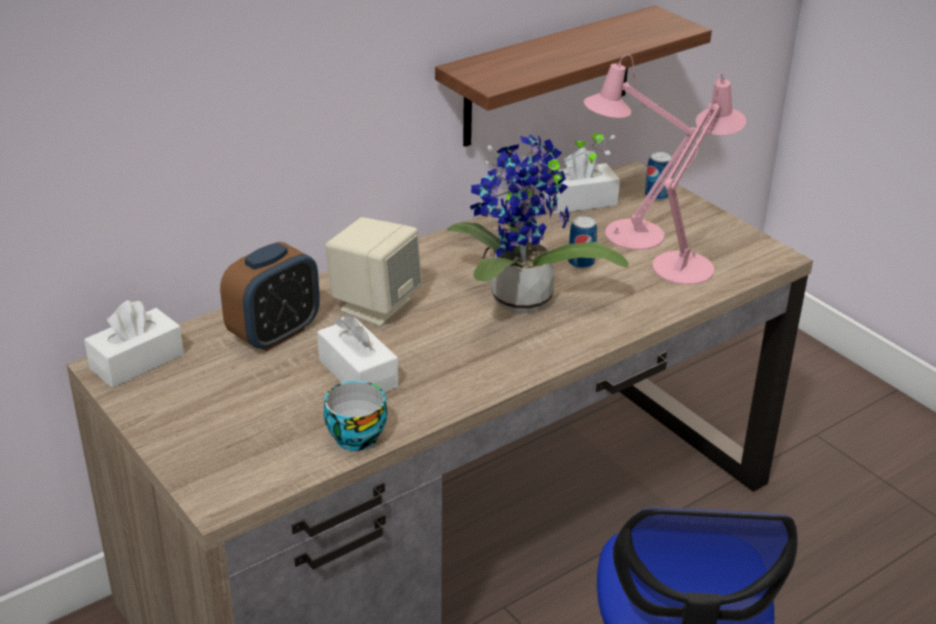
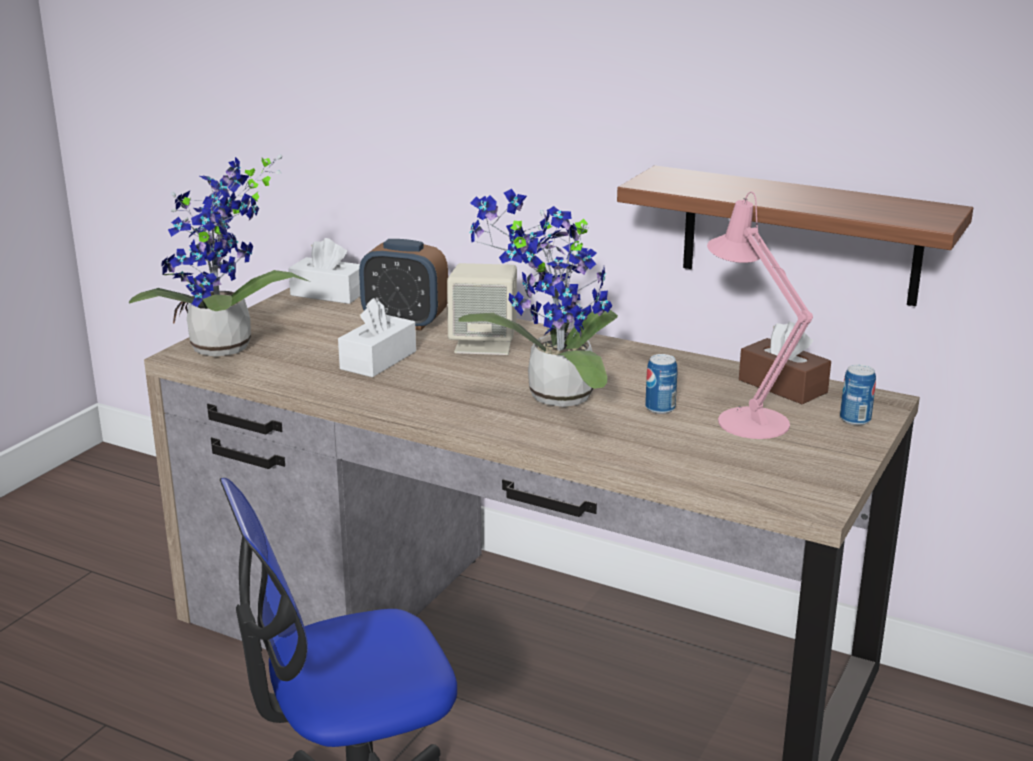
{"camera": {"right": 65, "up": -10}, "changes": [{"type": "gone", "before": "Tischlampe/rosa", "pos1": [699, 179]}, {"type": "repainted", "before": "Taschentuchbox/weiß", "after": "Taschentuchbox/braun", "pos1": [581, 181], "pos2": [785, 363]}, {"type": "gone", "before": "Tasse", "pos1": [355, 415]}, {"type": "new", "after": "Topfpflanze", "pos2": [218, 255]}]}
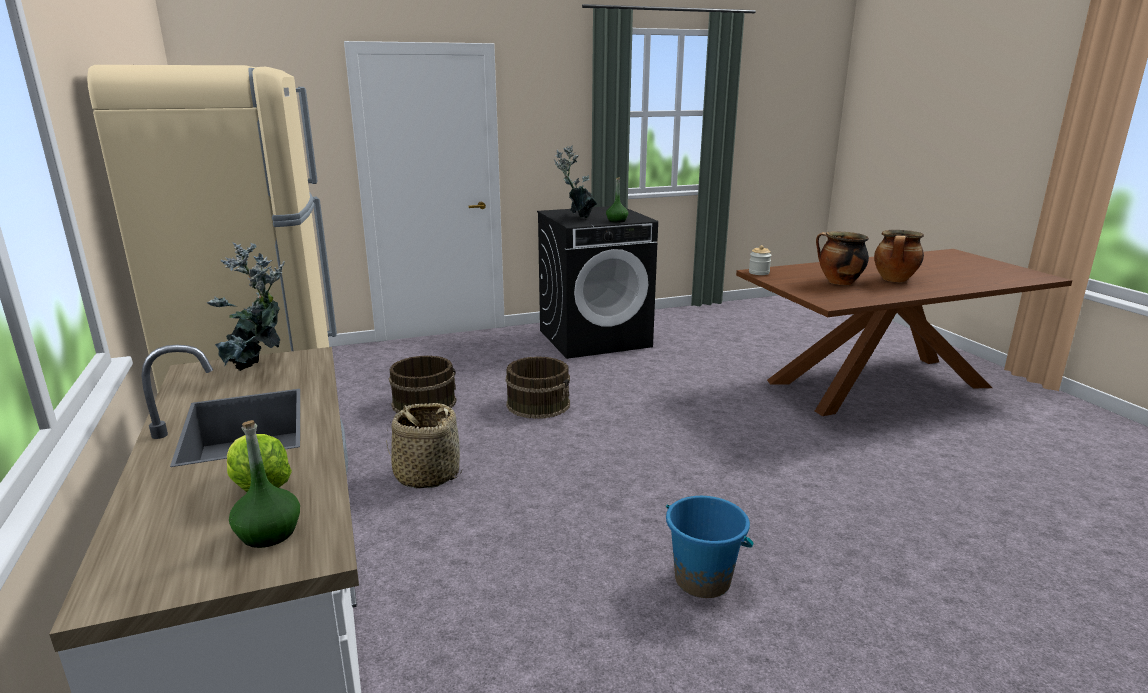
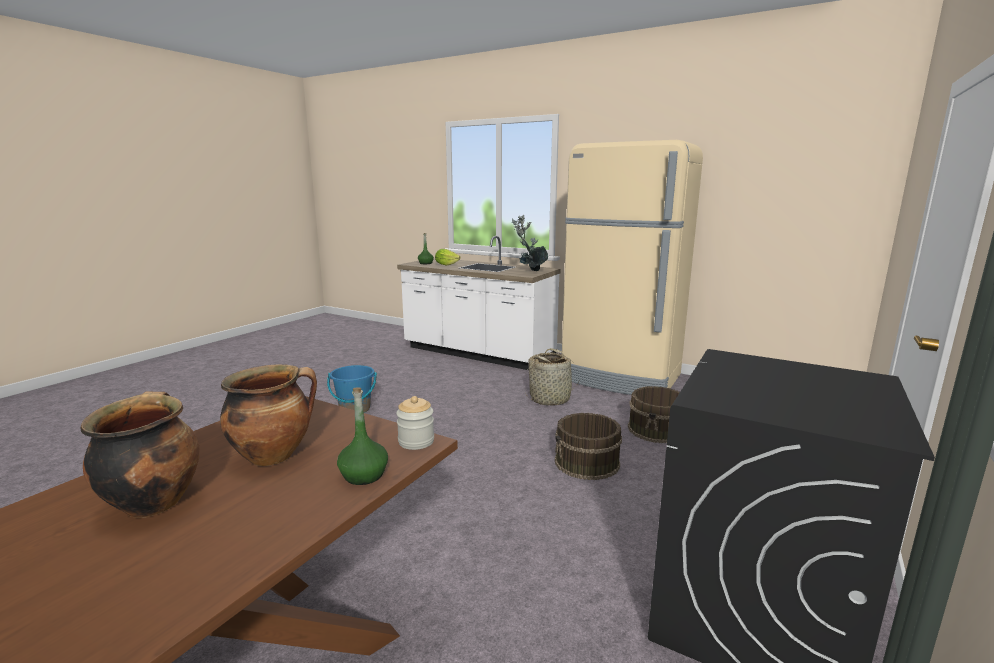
{"camera": {"right": 140, "up": -5}, "changes": [{"type": "gone", "before": "Topfpflanze", "pos1": [576, 181]}, {"type": "shifted", "before": "Flasche/grün", "pos1": [617, 200], "pos2": [362, 436]}]}
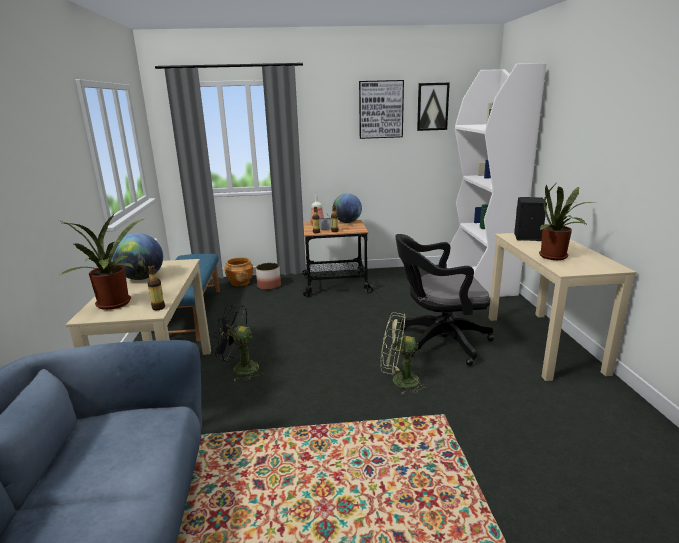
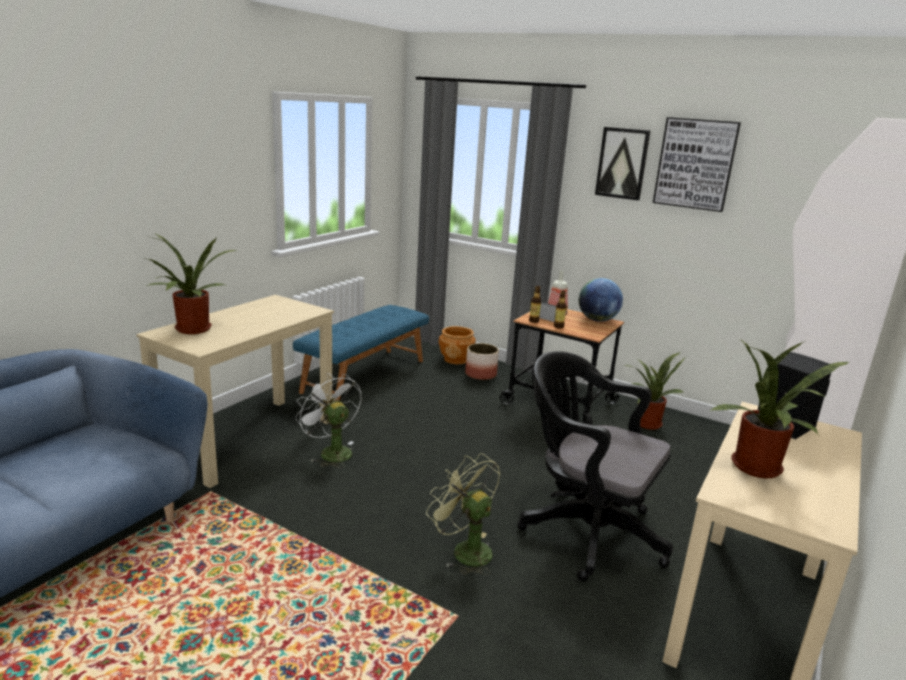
{"camera": {"right": 35, "up": 0}, "changes": [{"type": "shifted", "before": "Bild", "pos1": [433, 107], "pos2": [622, 163]}, {"type": "gone", "before": "Globus", "pos1": [137, 256]}, {"type": "gone", "before": "Flasche", "pos1": [156, 287]}, {"type": "repainted", "before": "Ventilator/schwarz", "after": "Ventilator/weiß", "pos1": [237, 342], "pos2": [328, 420]}, {"type": "new", "after": "Topfpflanze", "pos2": [655, 391]}]}
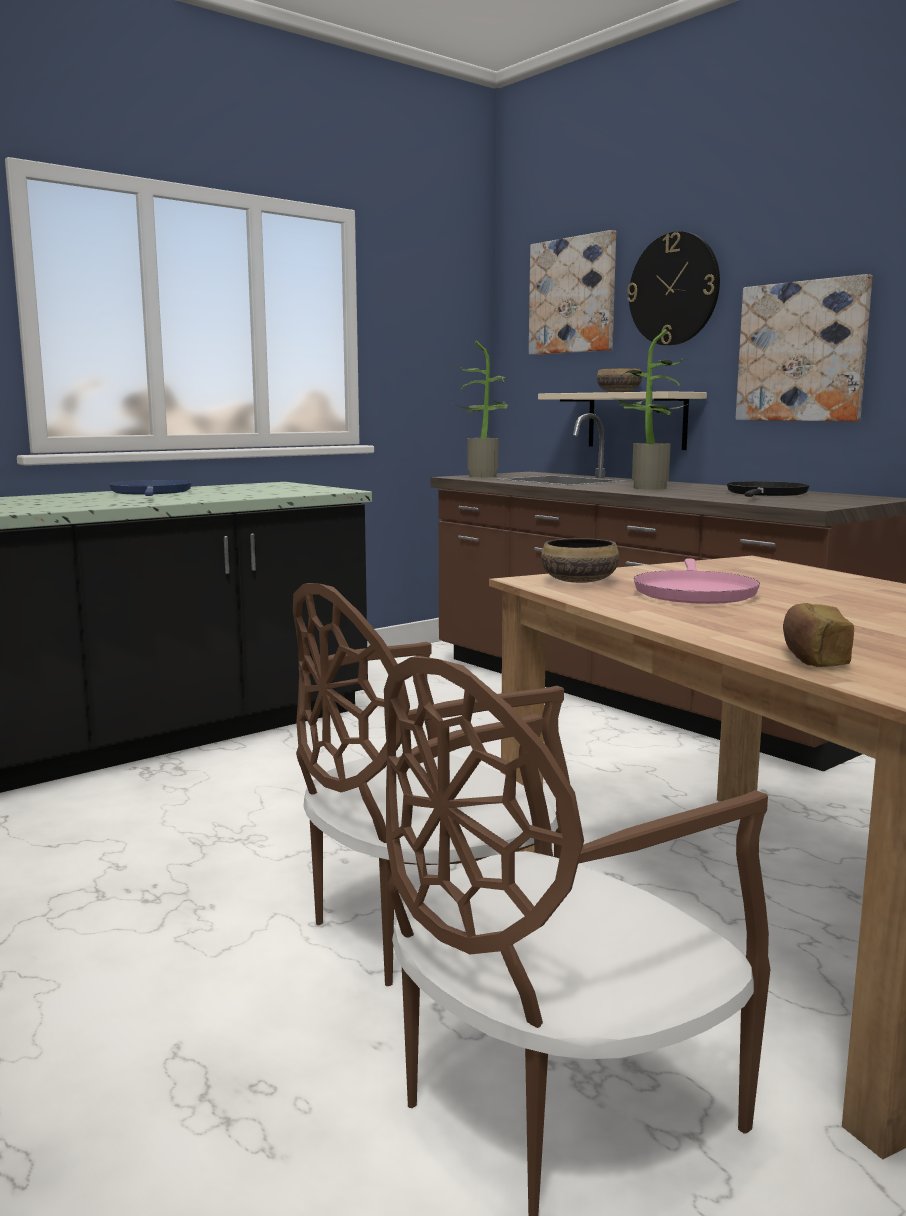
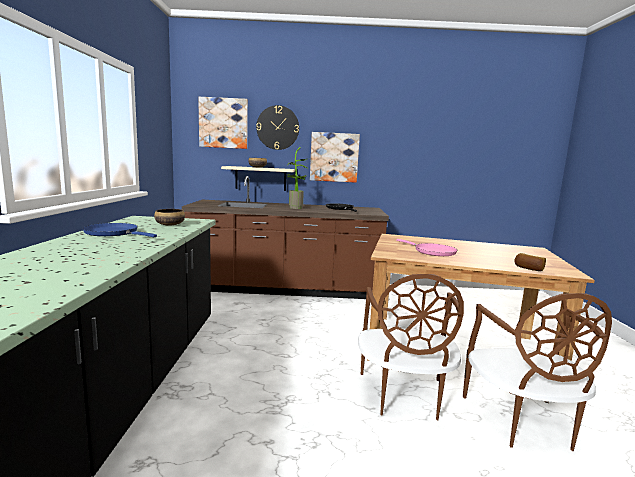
{"camera": {"right": -50, "up": 0}, "changes": [{"type": "gone", "before": "Topfpflanze", "pos1": [479, 409]}, {"type": "shifted", "before": "Schüssel", "pos1": [580, 560], "pos2": [169, 217]}]}
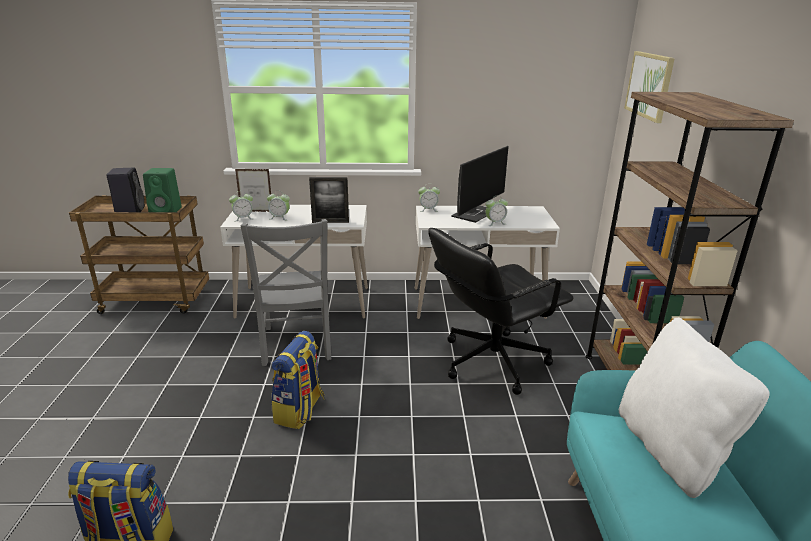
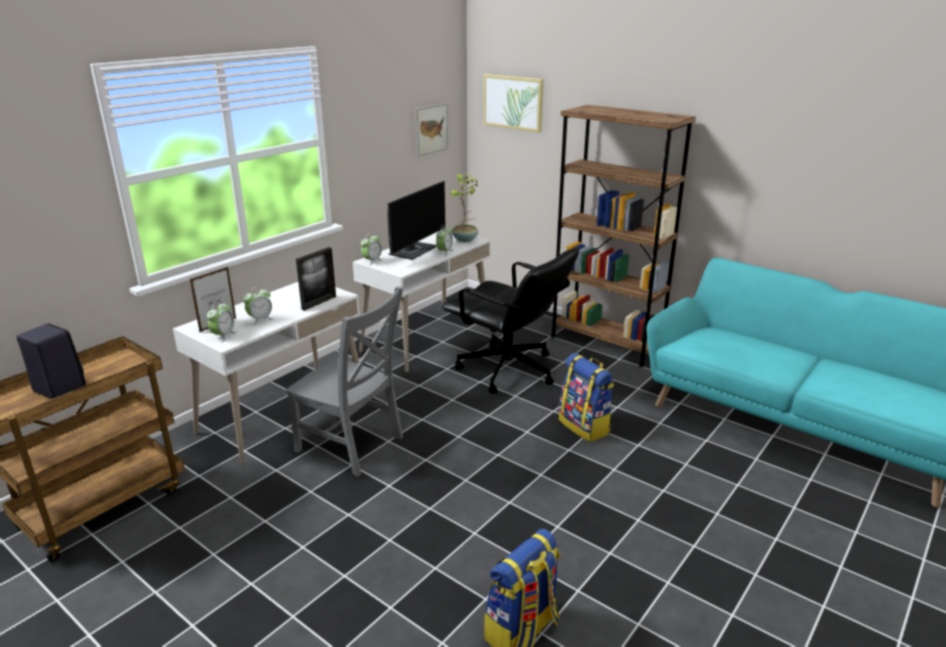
{"camera": {"right": -50, "up": 0}, "changes": [{"type": "rotated", "before": "Monitor", "pos1": [480, 184], "pos2": [416, 220], "turn": 45}, {"type": "gone", "before": "Lautsprecher/grün", "pos1": [162, 190]}, {"type": "rotated", "before": "Bürostuhl/schwarz", "pos1": [501, 311], "pos2": [510, 321], "turn": -60}, {"type": "gone", "before": "Kissen/weiß", "pos1": [694, 407]}, {"type": "shifted", "before": "Rucksack", "pos1": [298, 380], "pos2": [586, 397]}, {"type": "new", "after": "Bild", "pos2": [431, 129]}, {"type": "new", "after": "Topfpflanze", "pos2": [465, 208]}]}
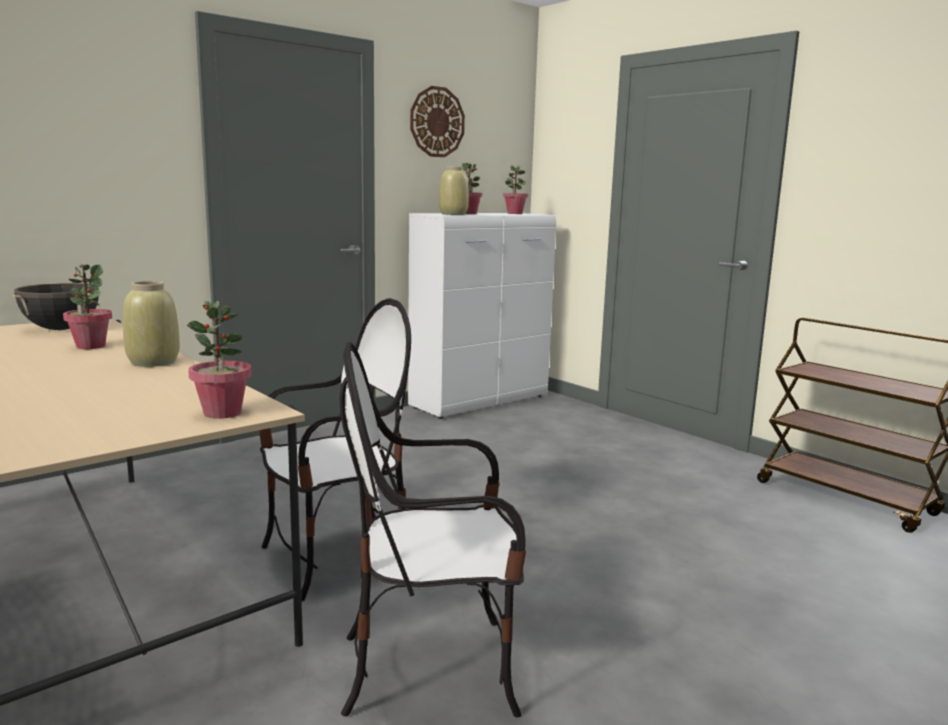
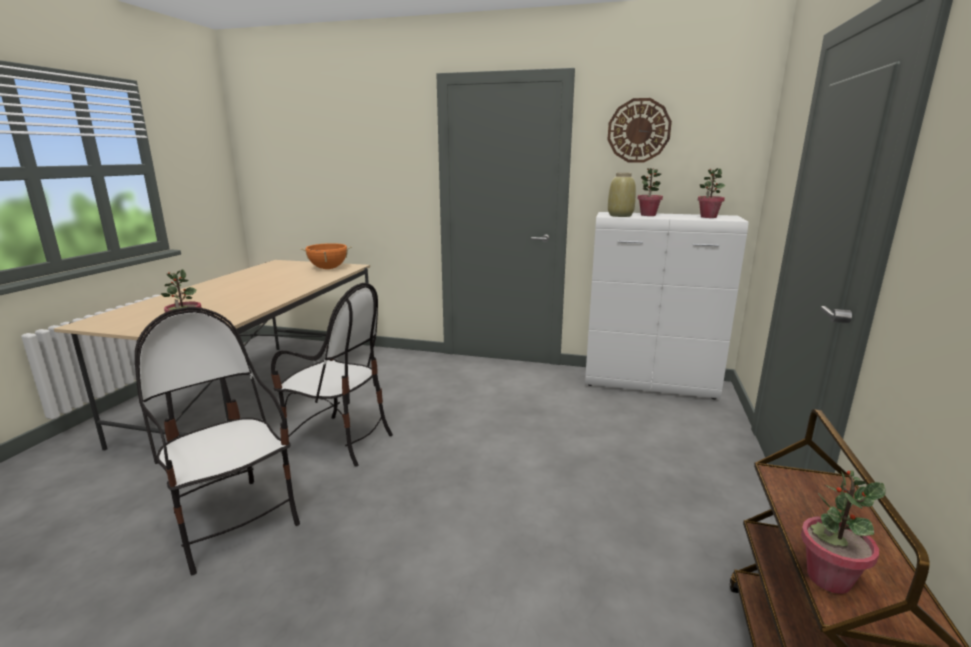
{"camera": {"right": 55, "up": 5}, "changes": [{"type": "shifted", "before": "Topfpflanze", "pos1": [87, 306], "pos2": [843, 532]}, {"type": "gone", "before": "Vase/beige", "pos1": [151, 324]}, {"type": "repainted", "before": "Kochtopf/schwarz", "after": "Kochtopf/orange", "pos1": [56, 306], "pos2": [326, 256]}]}
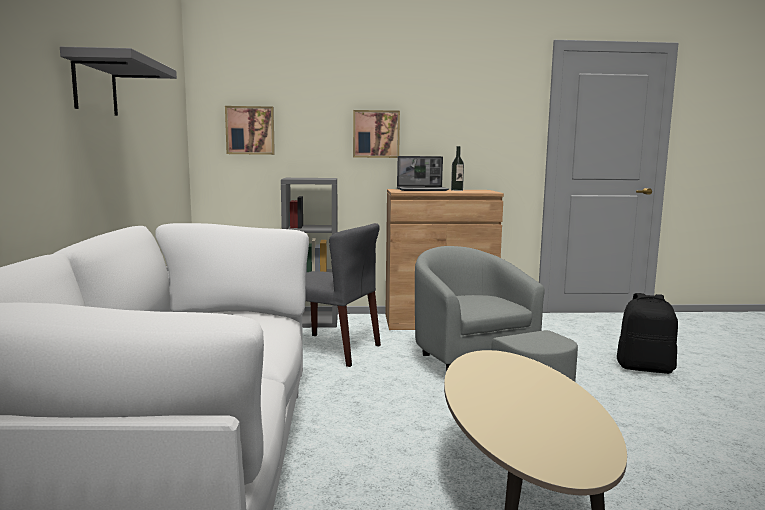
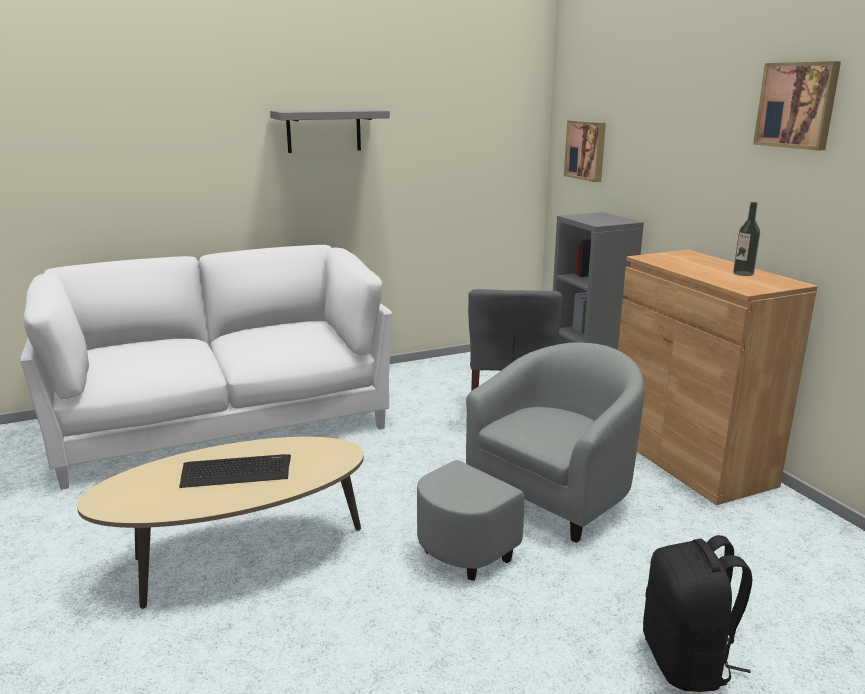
{"camera": {"right": 70, "up": 10}, "changes": [{"type": "shifted", "before": "Bild", "pos1": [376, 134], "pos2": [797, 106]}, {"type": "gone", "before": "Laptop", "pos1": [423, 173]}, {"type": "new", "after": "Tastatur", "pos2": [235, 471]}]}
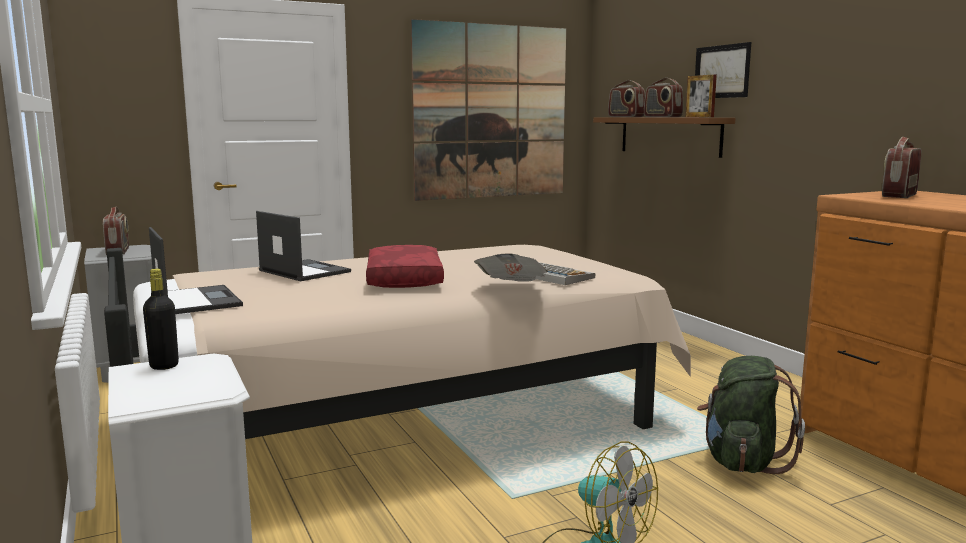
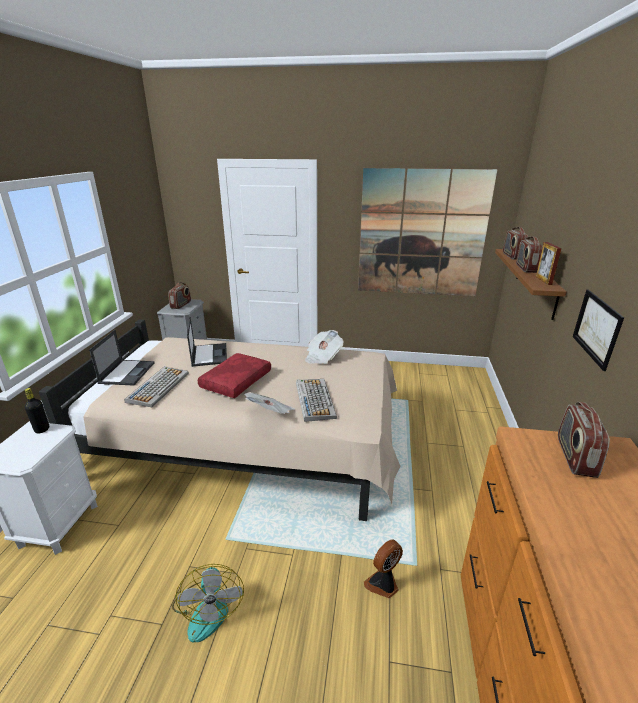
{"camera": {"right": 35, "up": 15}, "changes": [{"type": "shifted", "before": "Bild", "pos1": [723, 70], "pos2": [598, 330]}, {"type": "rotated", "before": "Radio", "pos1": [901, 167], "pos2": [584, 440], "turn": -60}, {"type": "swapped", "before": "Rucksack/grün", "after": "Ventilator", "pos1": [751, 415], "pos2": [383, 569]}, {"type": "new", "after": "Zeitung", "pos2": [324, 347]}, {"type": "new", "after": "Tastatur", "pos2": [156, 386]}]}
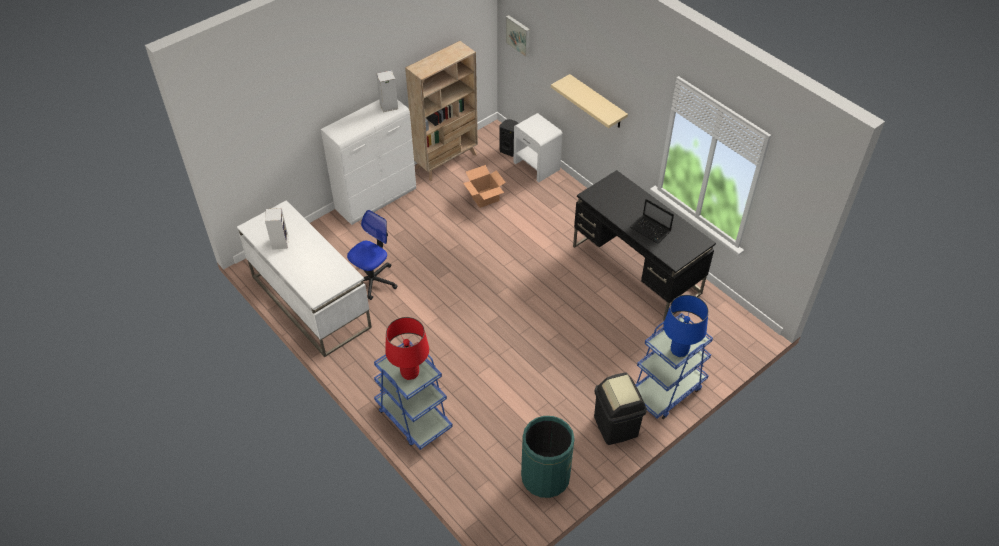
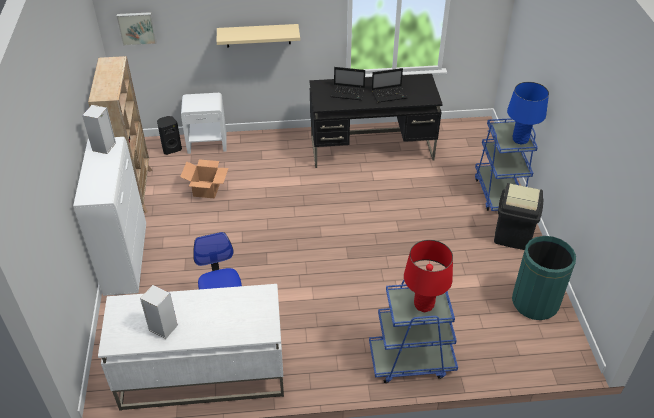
{"camera": {"right": -55, "up": -5}, "changes": [{"type": "new", "after": "Laptop", "pos2": [347, 83]}]}
